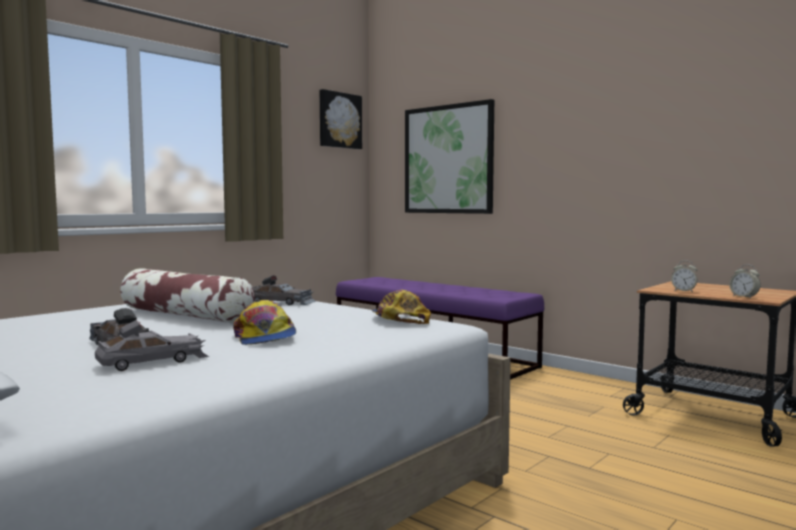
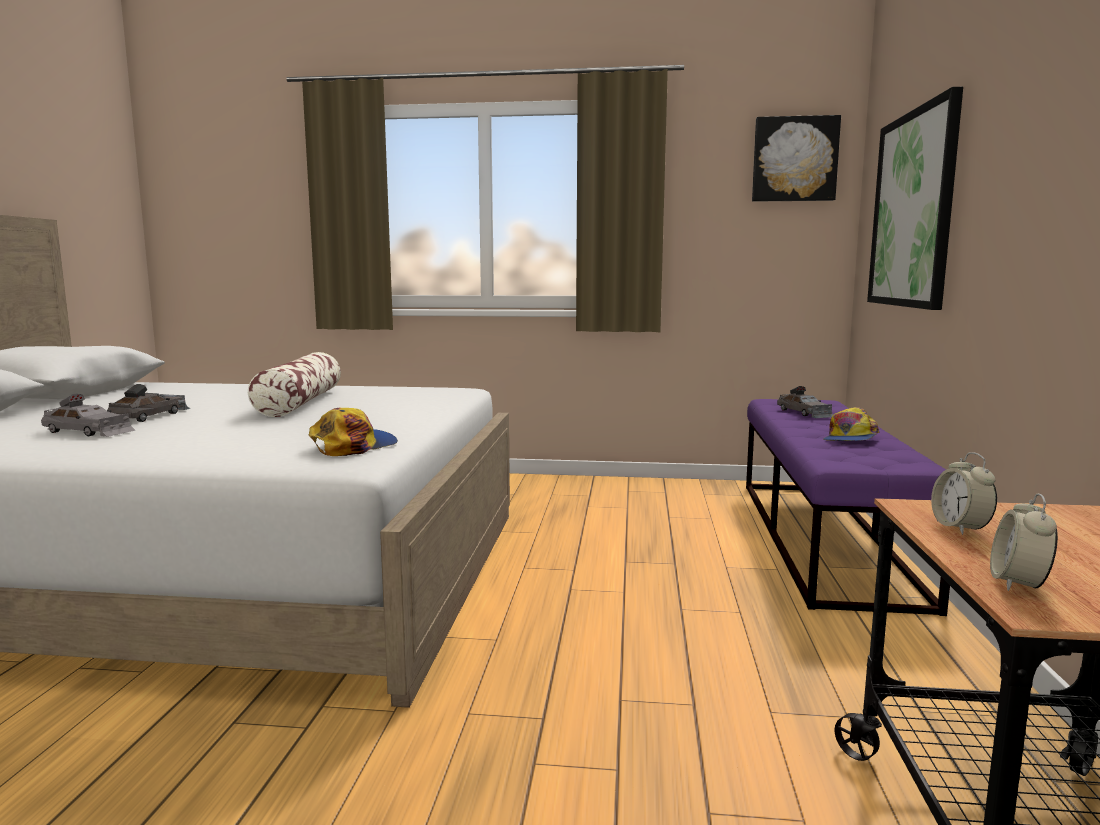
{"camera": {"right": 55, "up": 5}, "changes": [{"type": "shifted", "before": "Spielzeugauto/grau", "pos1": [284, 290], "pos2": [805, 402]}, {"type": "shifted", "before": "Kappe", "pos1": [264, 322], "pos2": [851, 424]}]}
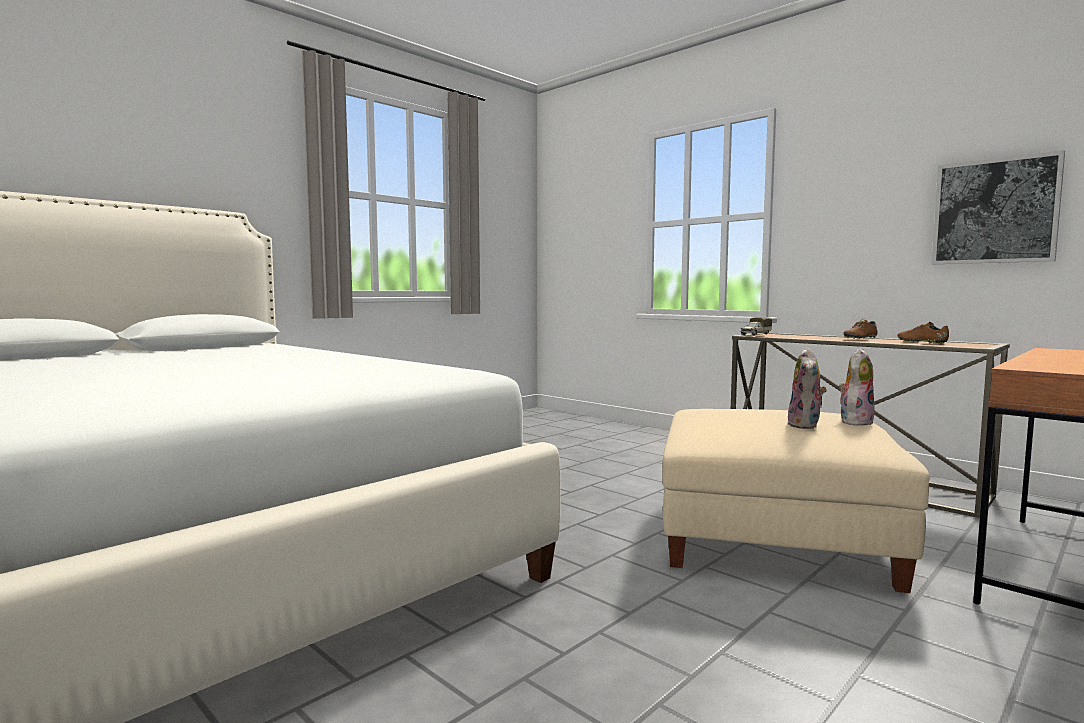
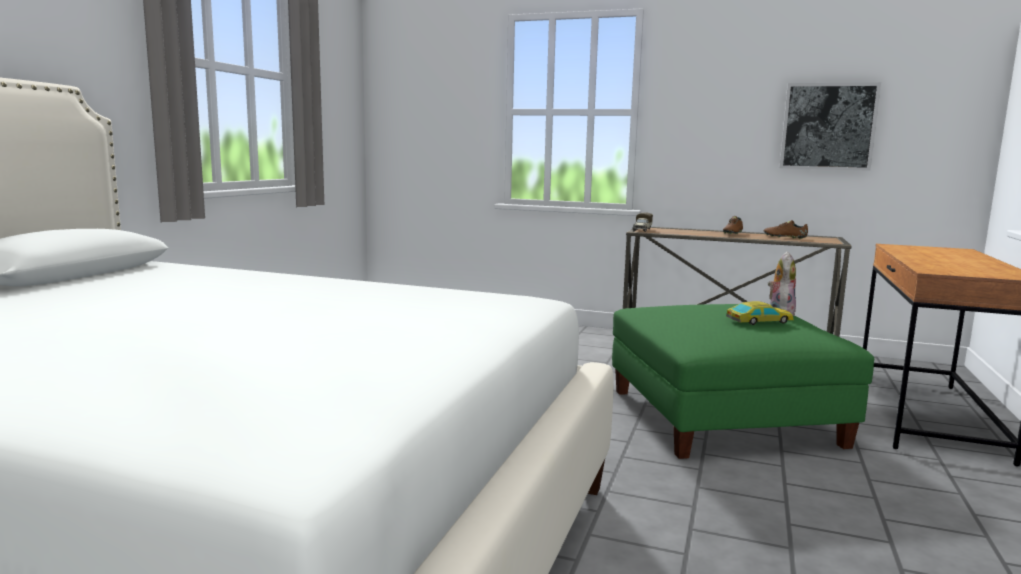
{"camera": {"right": -25, "up": 5}, "changes": [{"type": "swapped", "before": "Plüschtier", "after": "Spielzeugauto", "pos1": [807, 388], "pos2": [759, 313]}, {"type": "repainted", "before": "Polsterhocker/beige", "after": "Polsterhocker/grün", "pos1": [796, 501], "pos2": [743, 381]}]}
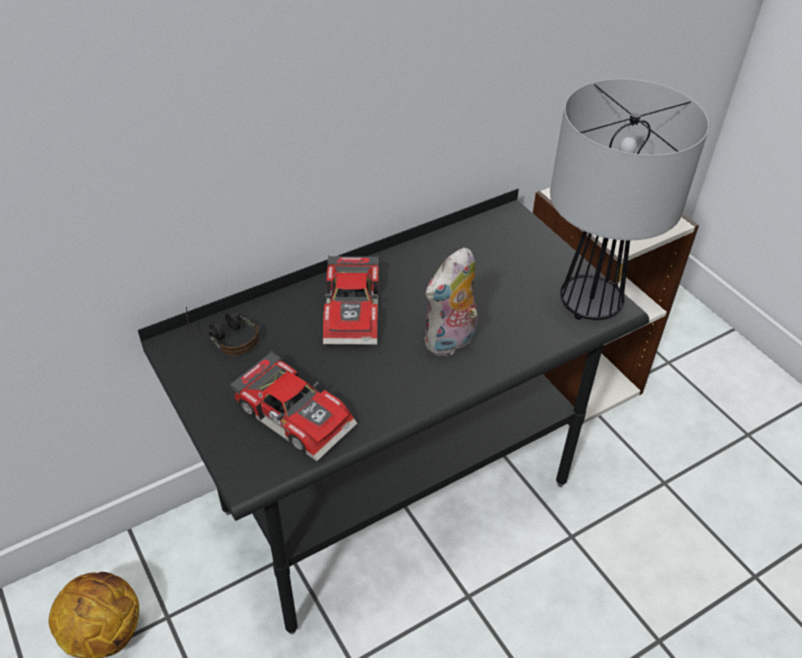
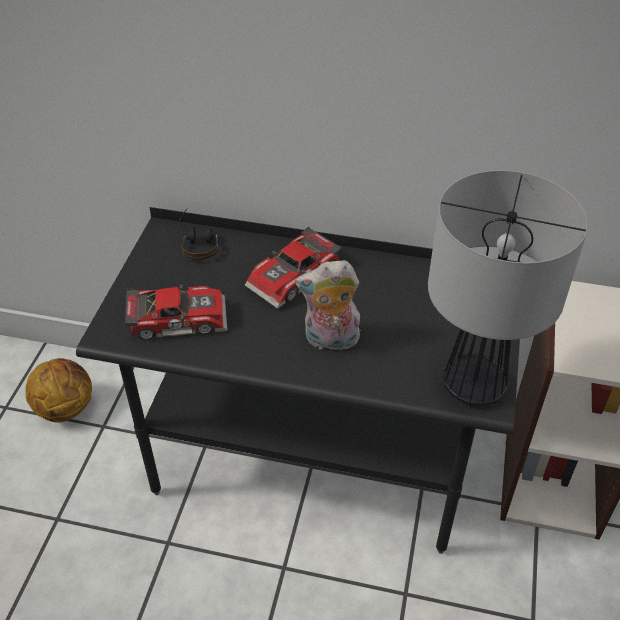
{"camera": {"right": 45, "up": 0}, "changes": [{"type": "rotated", "before": "Spielzeugauto", "pos1": [293, 406], "pos2": [176, 312], "turn": -90}]}
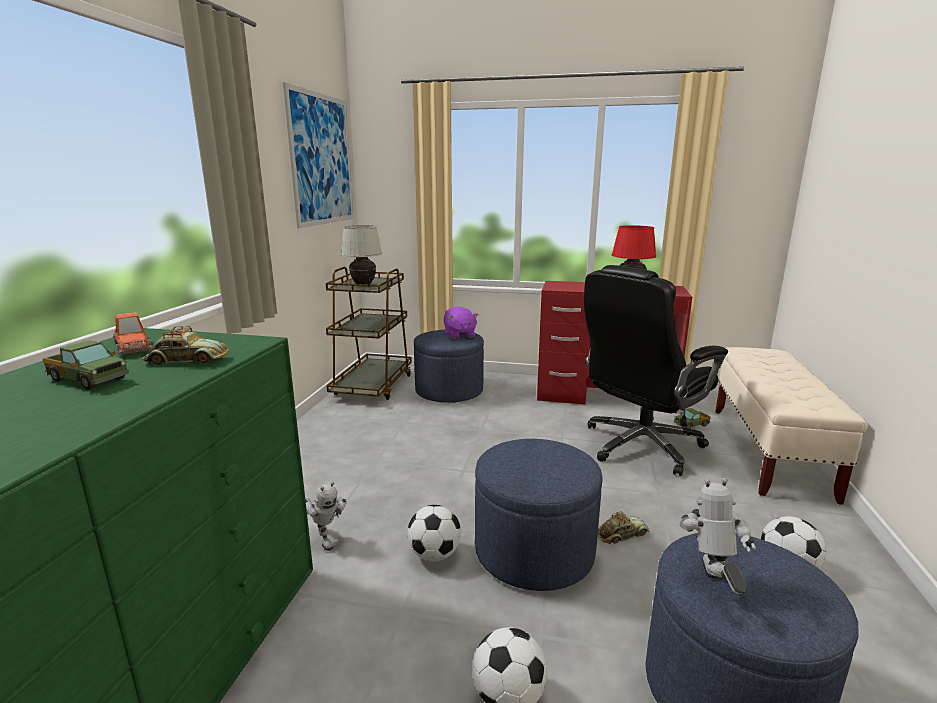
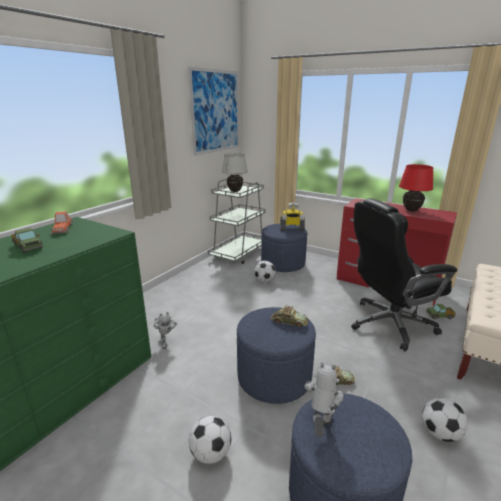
{"camera": {"right": 20, "up": 5}, "changes": [{"type": "repainted", "before": "Rollwagen/braun", "after": "Rollwagen/grau", "pos1": [369, 333], "pos2": [236, 221]}, {"type": "swapped", "before": "Plüschtier/lila", "after": "Spielzeugroboter", "pos1": [461, 323], "pos2": [292, 216]}, {"type": "shifted", "before": "Spielzeugauto", "pos1": [185, 345], "pos2": [289, 316]}, {"type": "shifted", "before": "Fußball", "pos1": [434, 533], "pos2": [265, 271]}]}
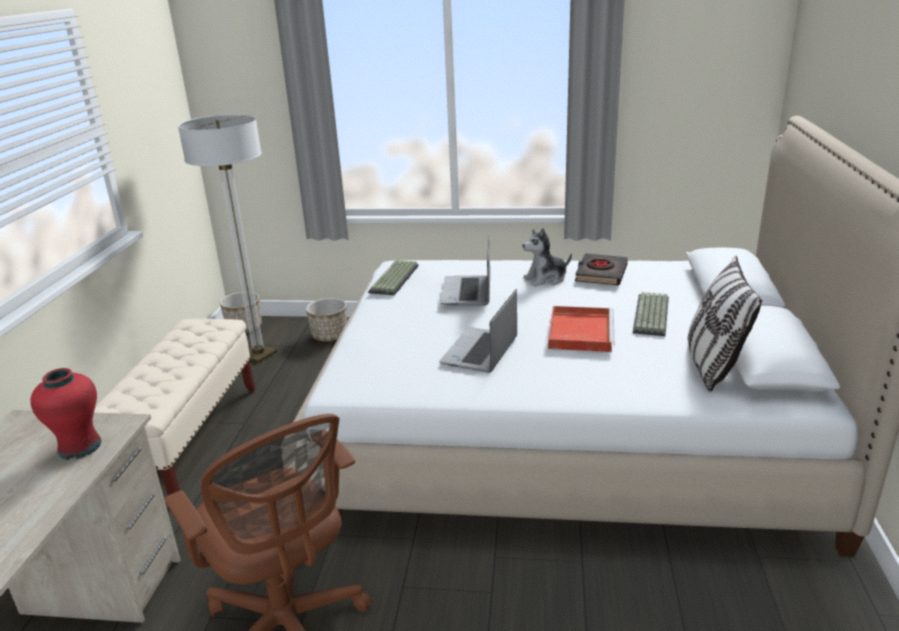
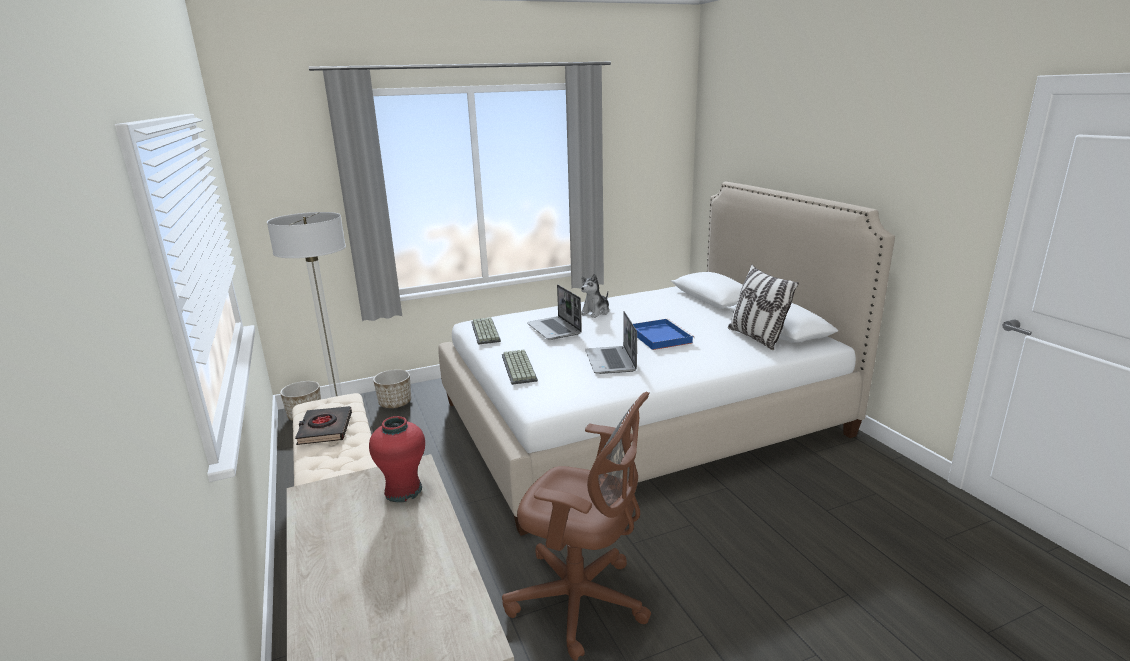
{"camera": {"right": -30, "up": -5}, "changes": [{"type": "shifted", "before": "Buch/schwarz", "pos1": [601, 269], "pos2": [323, 425]}, {"type": "shifted", "before": "Tastatur", "pos1": [651, 314], "pos2": [520, 367]}, {"type": "repainted", "before": "Tablett/rot", "after": "Tablett/blau", "pos1": [581, 329], "pos2": [664, 334]}]}
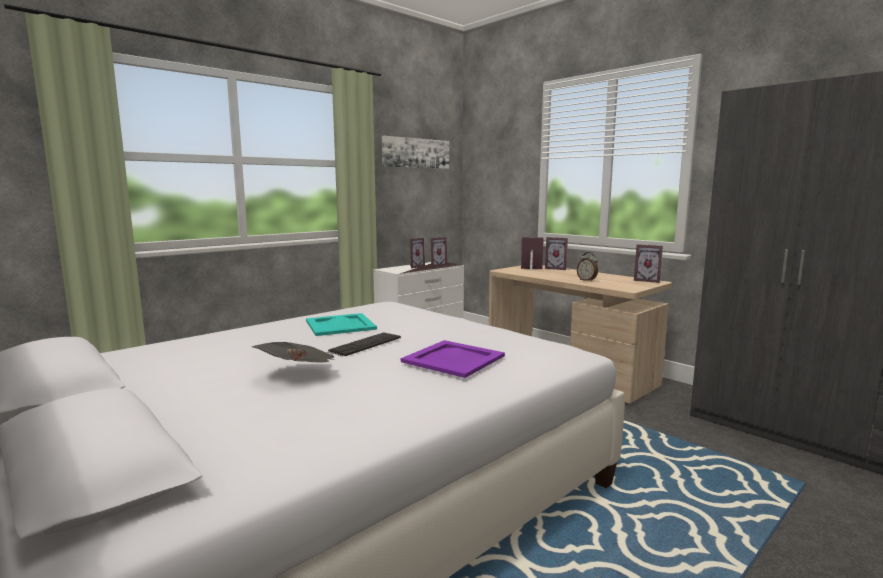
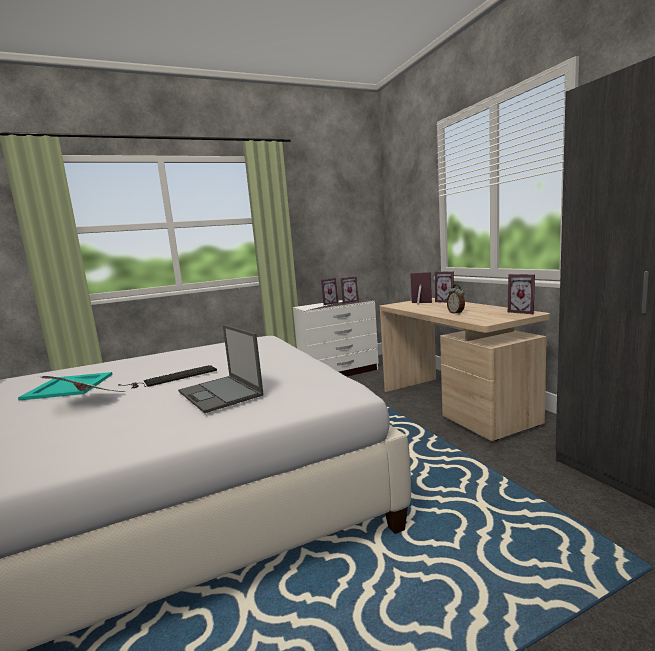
{"camera": {"right": 20, "up": 0}, "changes": [{"type": "gone", "before": "Bild", "pos1": [415, 152]}, {"type": "shifted", "before": "Tablett/türkis", "pos1": [341, 324], "pos2": [65, 386]}, {"type": "swapped", "before": "Tablett/lila", "after": "Laptop", "pos1": [453, 359], "pos2": [221, 369]}]}
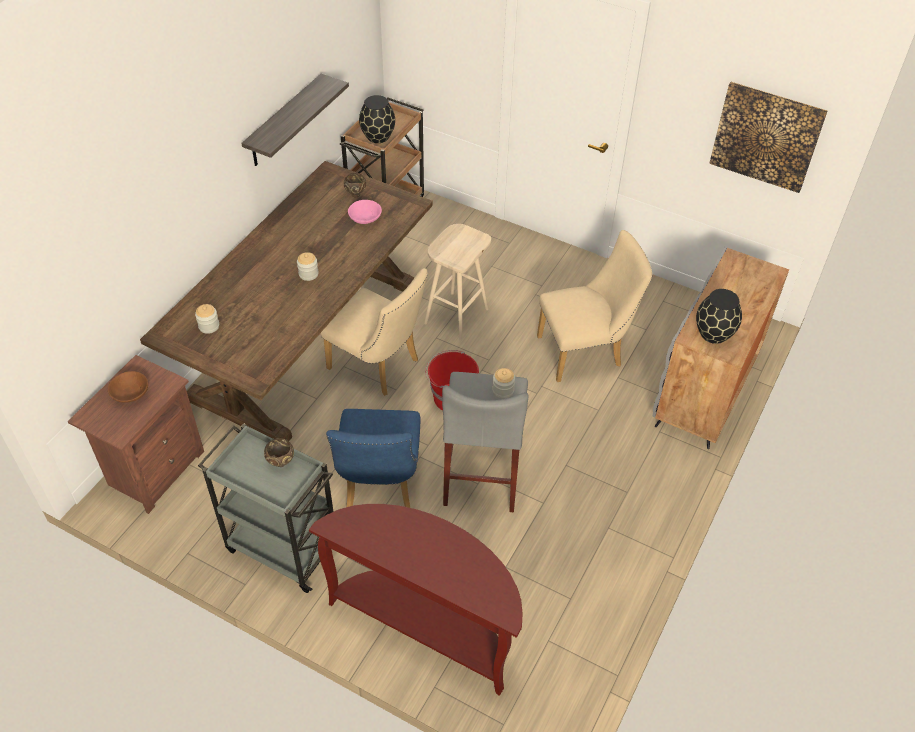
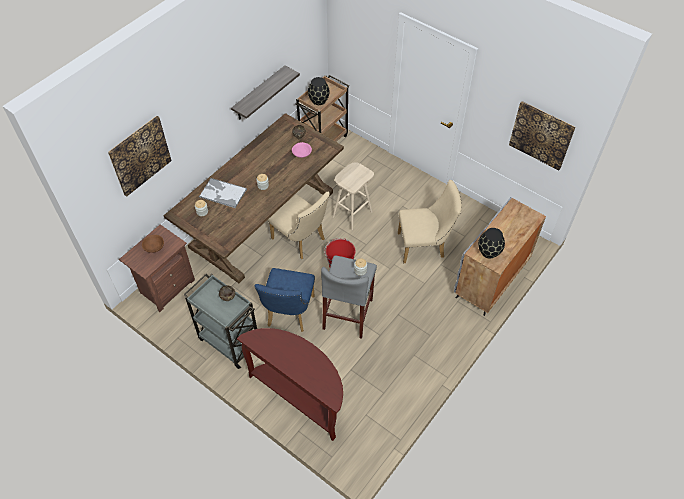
{"camera": {"right": 10, "up": 5}, "changes": [{"type": "new", "after": "Bild", "pos2": [140, 156]}, {"type": "new", "after": "Tablett", "pos2": [223, 193]}]}
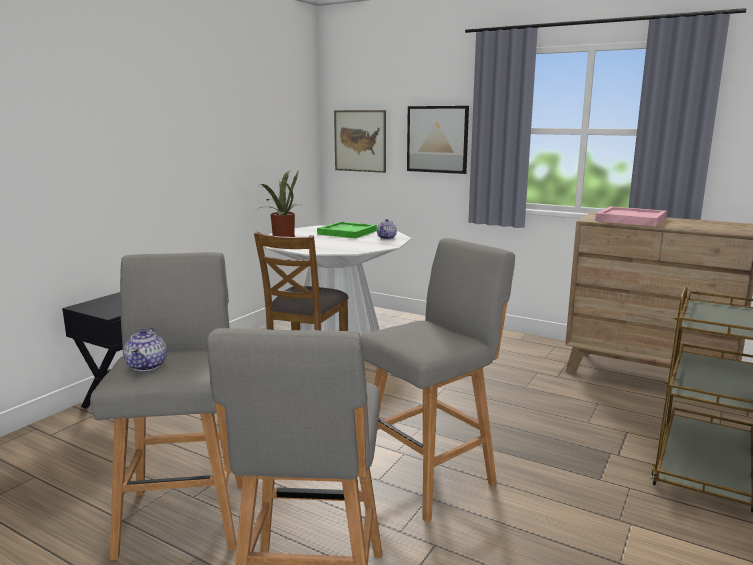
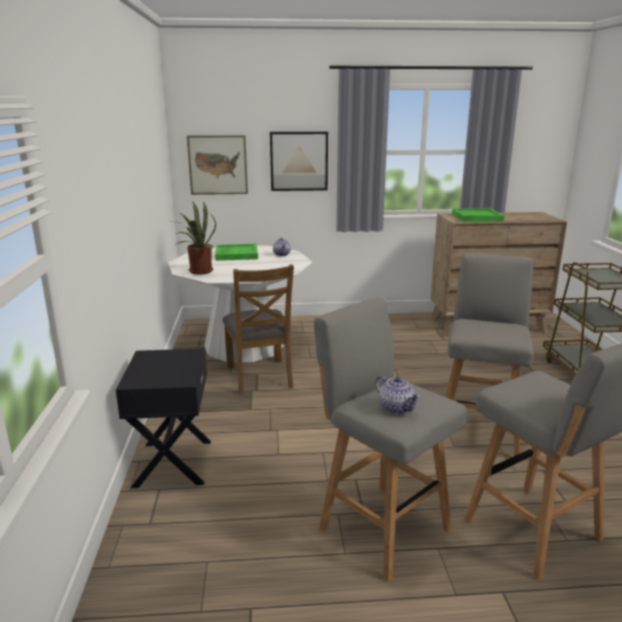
{"camera": {"right": -35, "up": 5}, "changes": [{"type": "repainted", "before": "Tablett/rosa", "after": "Tablett/grün", "pos1": [631, 216], "pos2": [478, 215]}]}
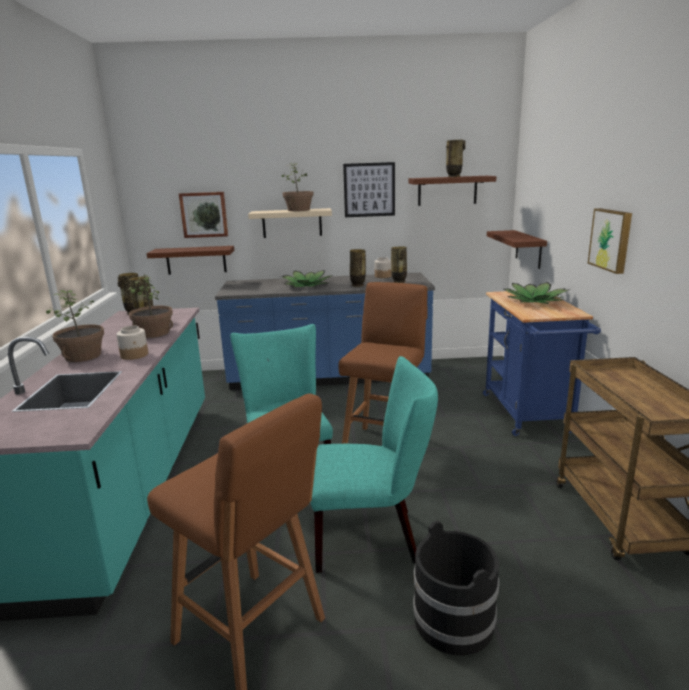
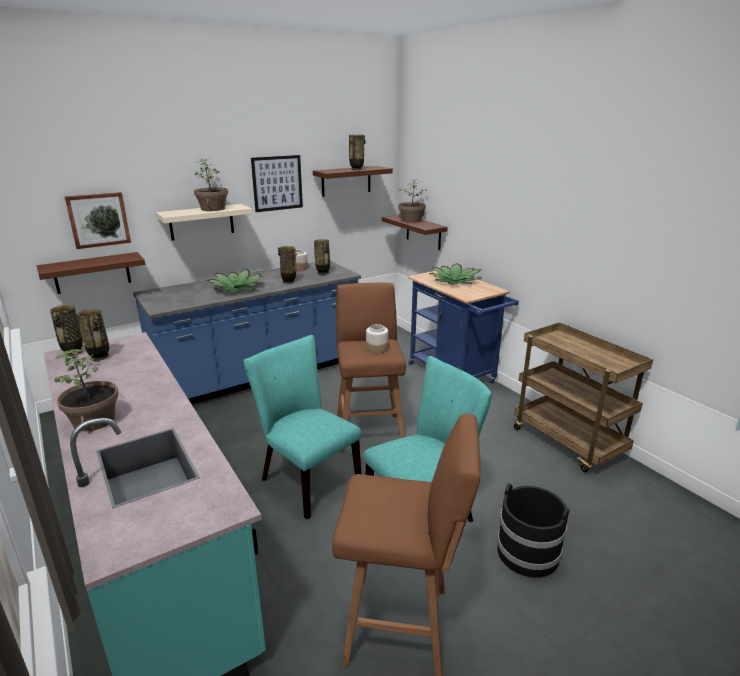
{"camera": {"right": -30, "up": 5}, "changes": [{"type": "gone", "before": "Bild", "pos1": [610, 241]}, {"type": "shifted", "before": "Topfpflanze", "pos1": [150, 306], "pos2": [412, 201]}, {"type": "shifted", "before": "Vorratsglas", "pos1": [132, 342], "pos2": [377, 339]}]}
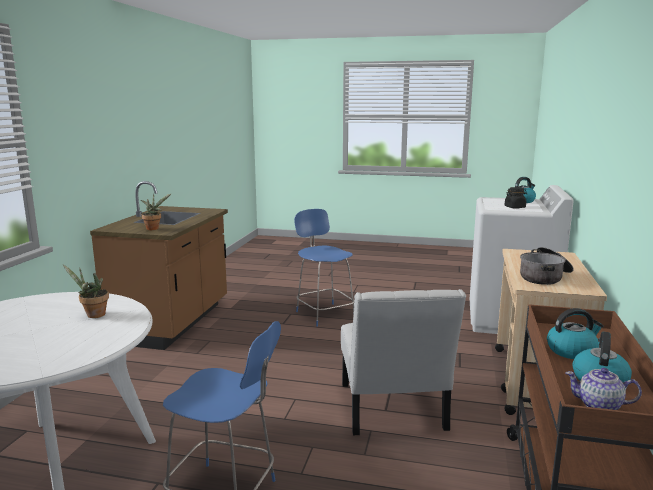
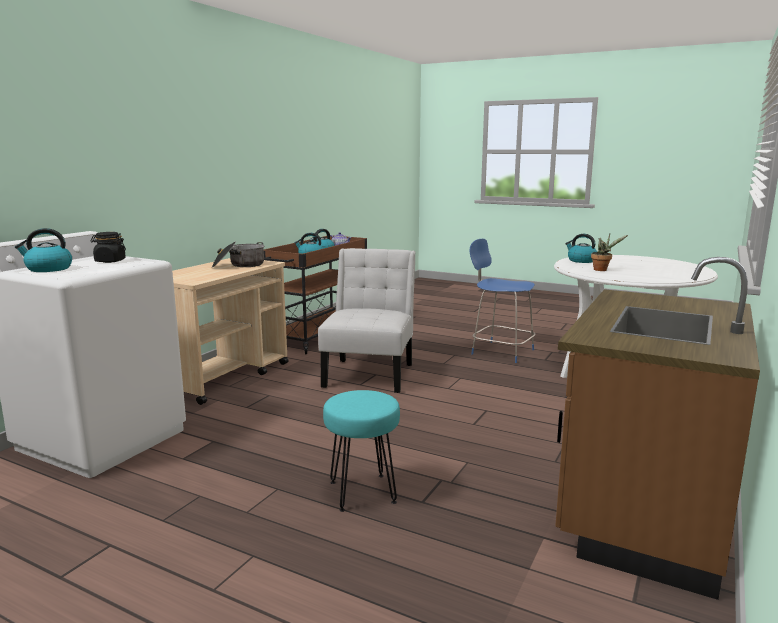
{"camera": {"right": -165, "up": 0}, "changes": [{"type": "gone", "before": "Topfpflanze", "pos1": [156, 211]}, {"type": "swapped", "before": "Stuhl/blau", "after": "Hocker/türkis", "pos1": [324, 268], "pos2": [361, 451]}, {"type": "new", "after": "Wasserkessel", "pos2": [581, 248]}]}
